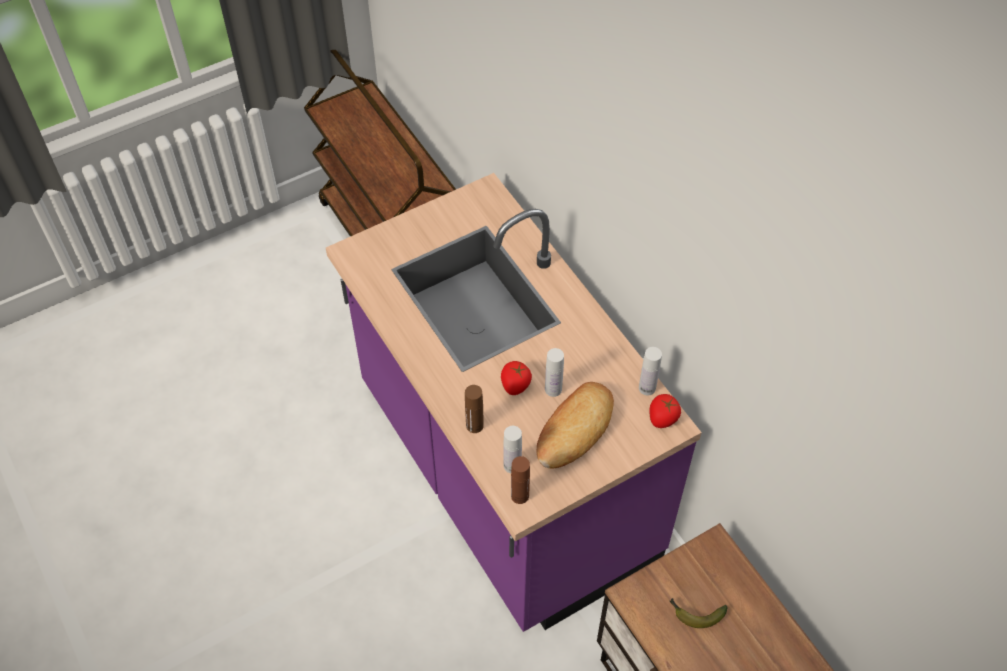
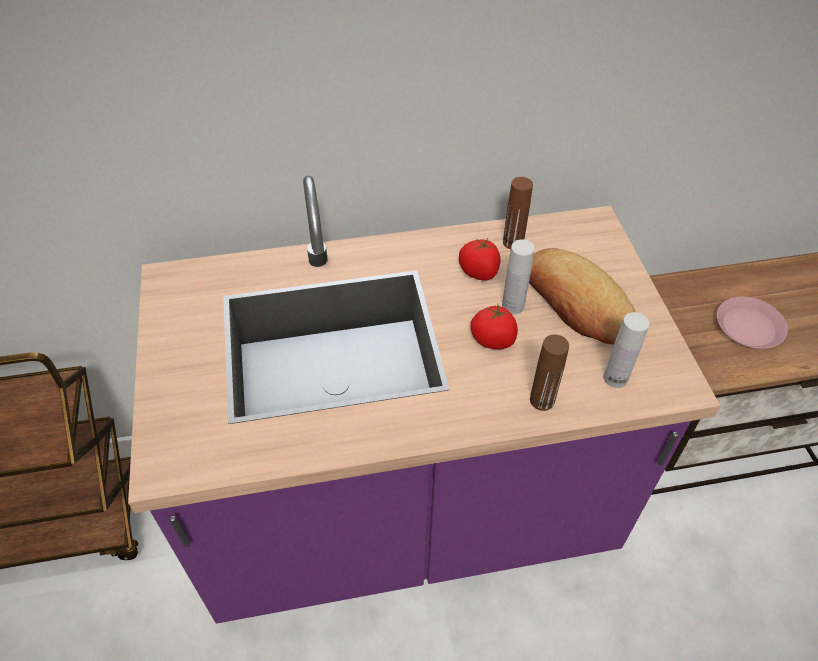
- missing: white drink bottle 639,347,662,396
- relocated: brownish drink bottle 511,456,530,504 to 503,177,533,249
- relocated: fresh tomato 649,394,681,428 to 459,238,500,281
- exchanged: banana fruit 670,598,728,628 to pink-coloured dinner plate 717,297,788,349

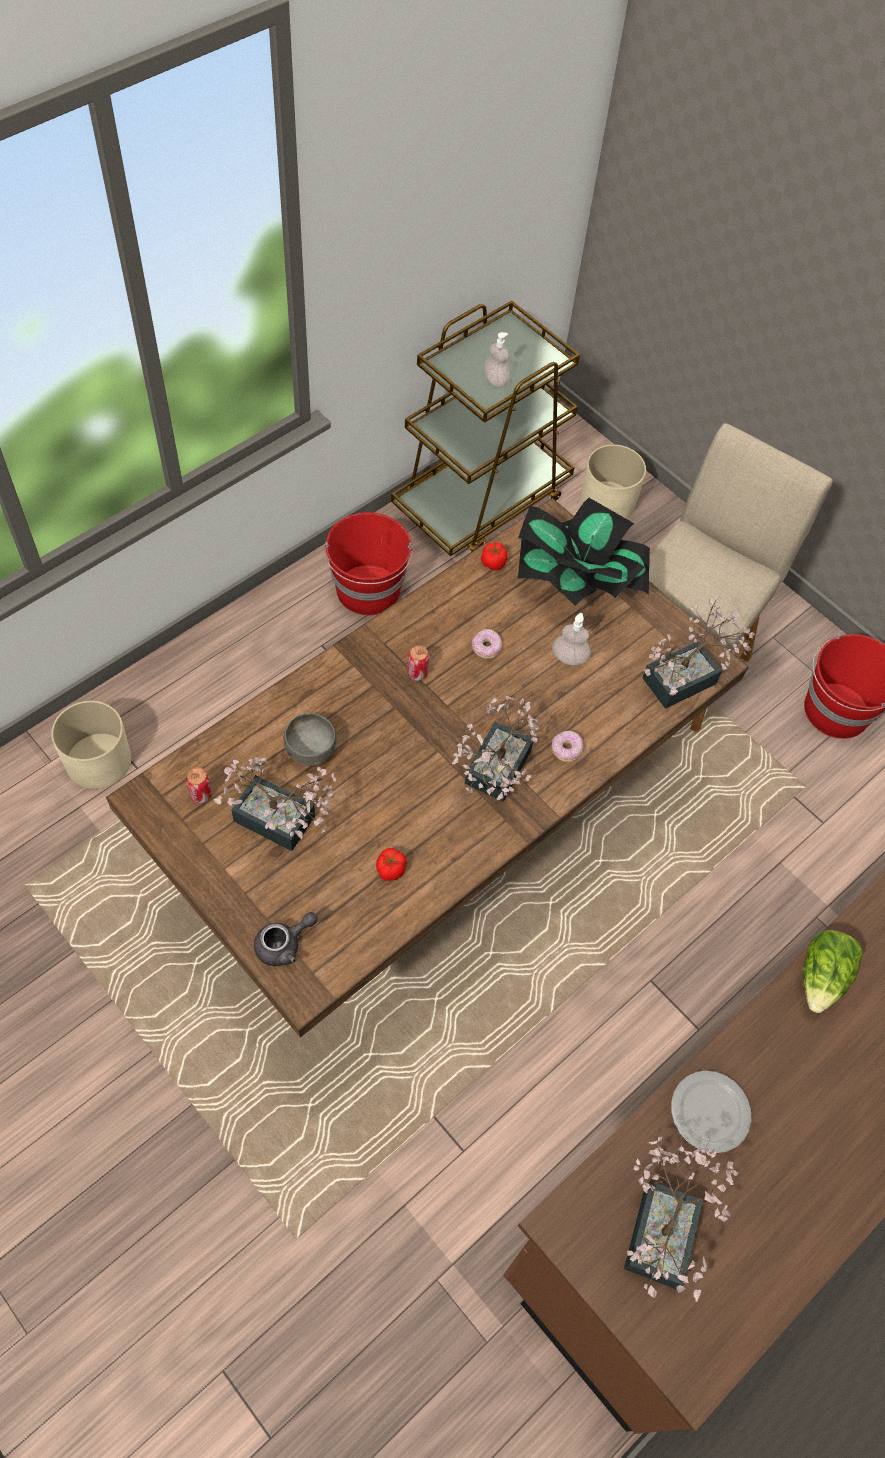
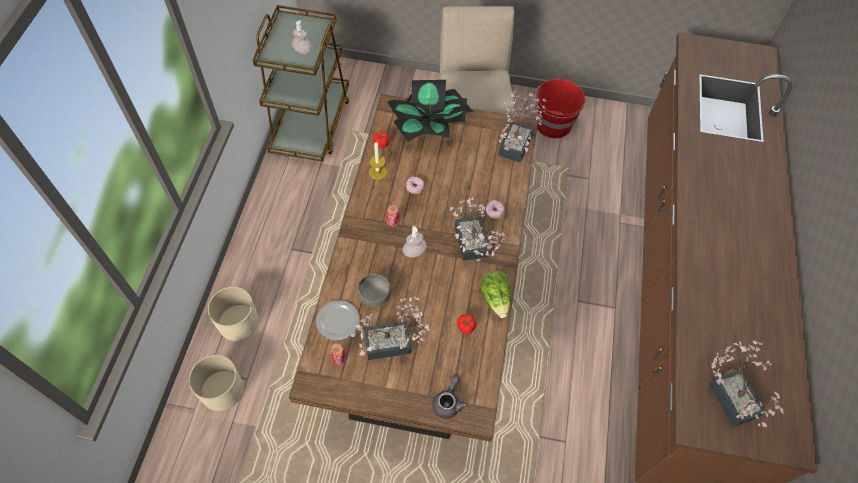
- missing: reddish water bucket 324,512,413,615
- appeared: wax candle 369,142,387,180
- relocated: liquid soap bottle 552,613,591,665 to 402,226,427,258
- relocated: beige-coloured plant pot 581,444,646,519 to 208,287,259,341
- relocated: dinner plate 671,1071,751,1153 to 316,300,360,340
- relocated: lettuce 803,930,863,1013 to 481,271,511,318

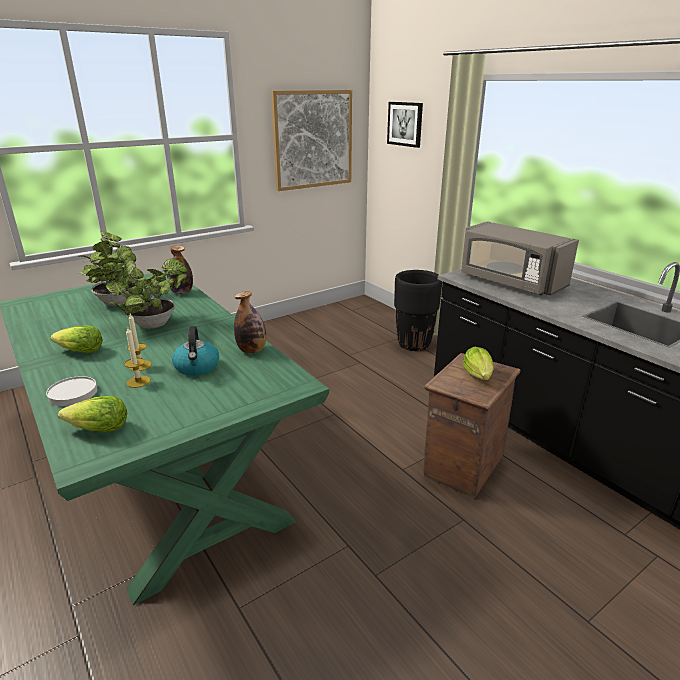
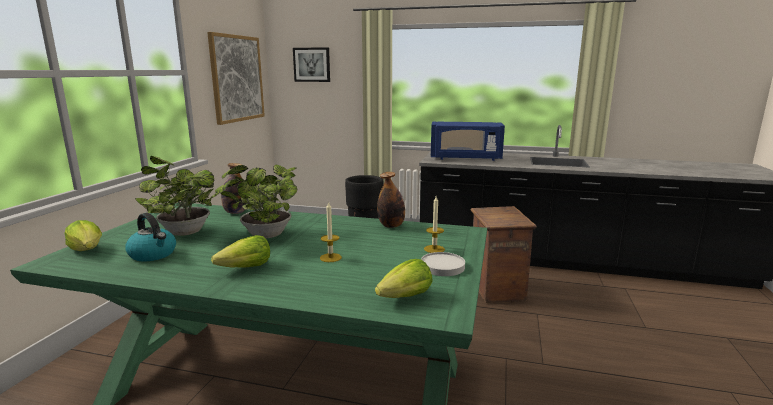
- relocated: white dinner plate 46,376,97,406 to 421,252,465,276
- relocated: wax candle 124,326,150,388 to 424,196,445,253
- relocated: water kettle 172,326,219,376 to 125,213,176,261
- relocated: lettuce 463,347,494,380 to 65,220,102,251
- colour: gray microwave 461,221,579,296 to blue-coloured microwave 431,122,505,161

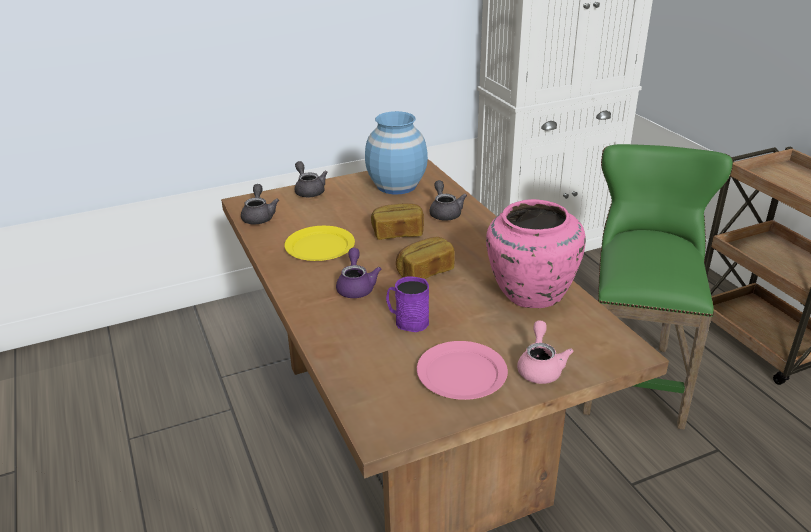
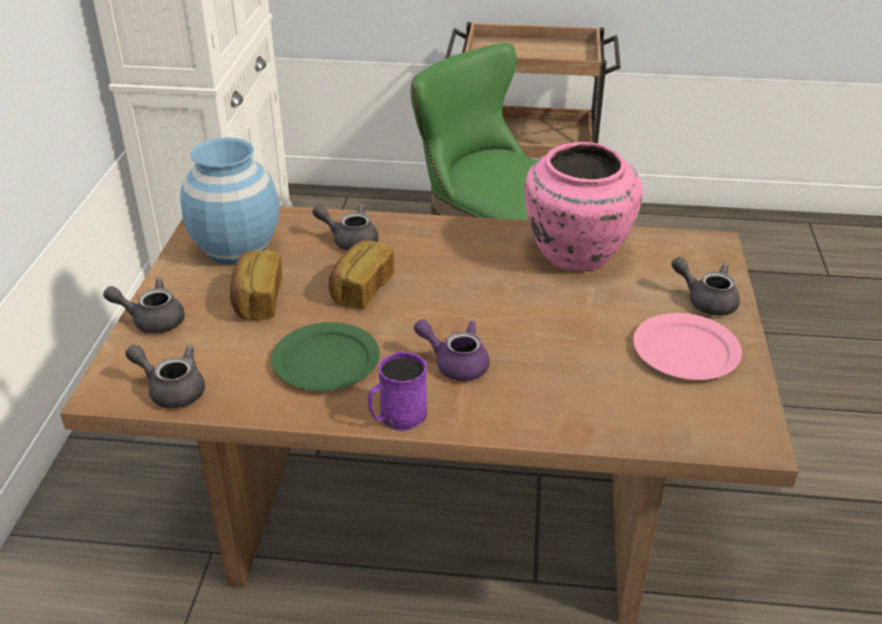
- relocated: purple-coloured coffee mug 386,276,429,332 to 368,351,427,431
- relocated: bread 396,237,455,279 to 230,250,282,320
- colour: yellow dinner plate 284,226,355,261 to greenish dinner plate 271,322,380,391
- colour: pink-coloured tea pot 517,321,574,384 to gray tea pot 671,257,740,316

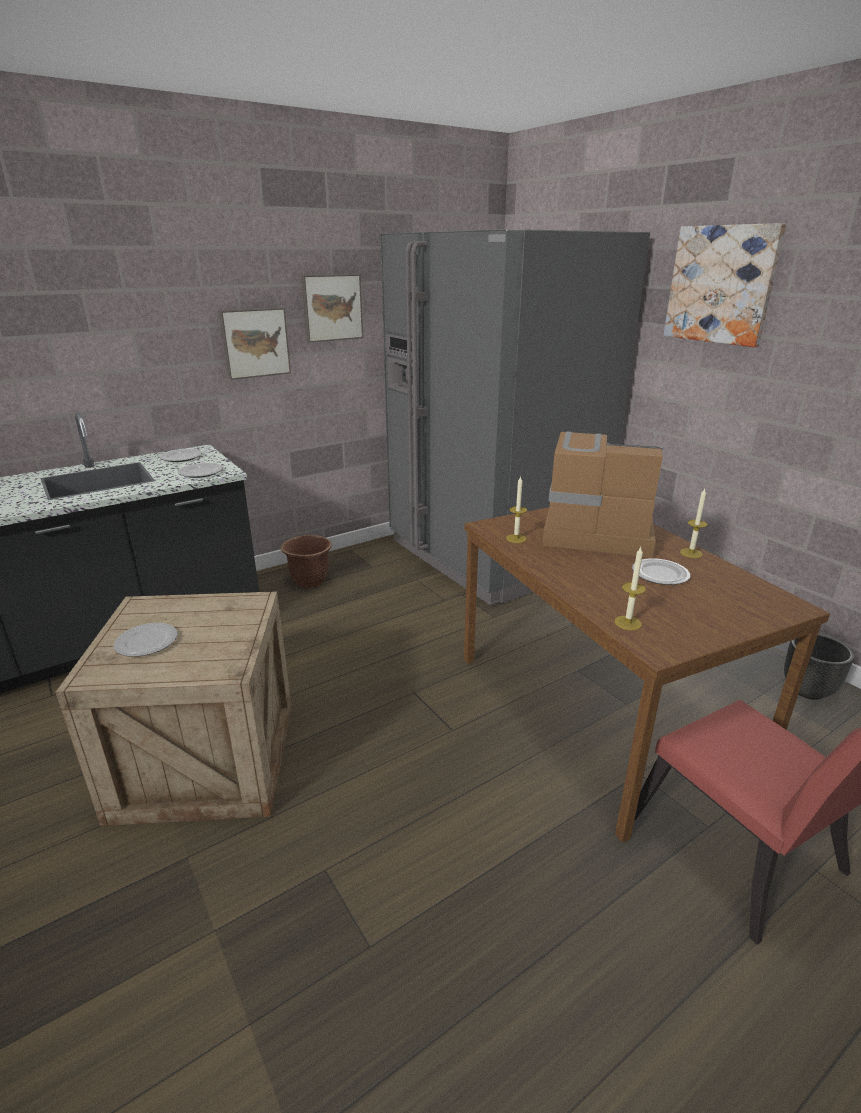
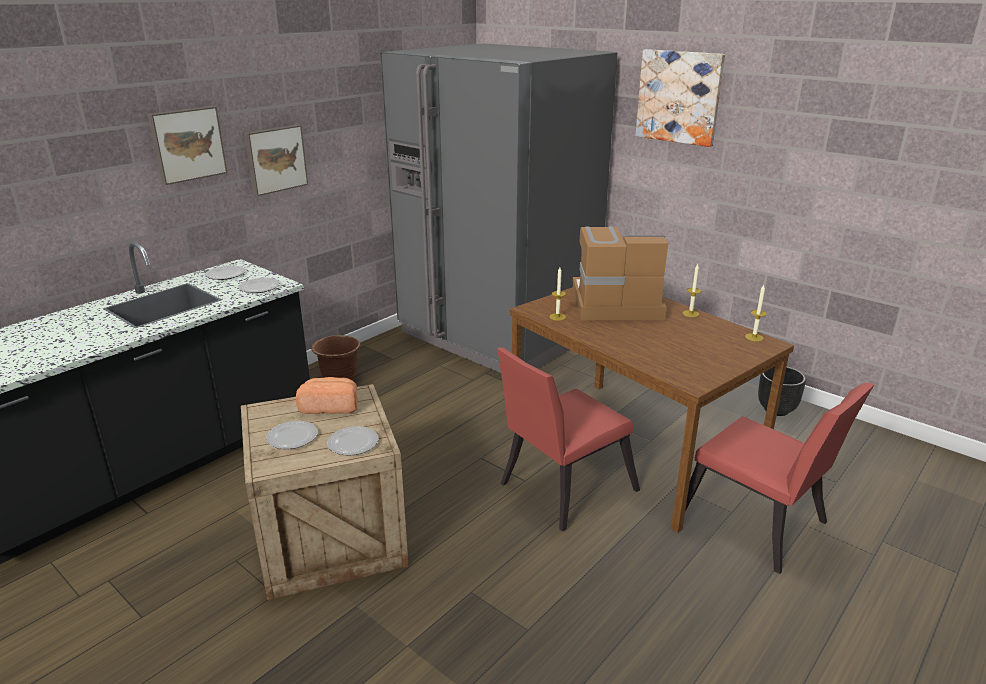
- appeared: bread 296,377,358,414
- appeared: reddish chair 497,347,640,532
- relocated: wall picture 301,274,363,342 to 148,106,227,185
- relocated: wax candle 615,547,646,630 to 745,285,767,342
- relocated: dinner plate 632,558,690,585 to 327,426,379,455

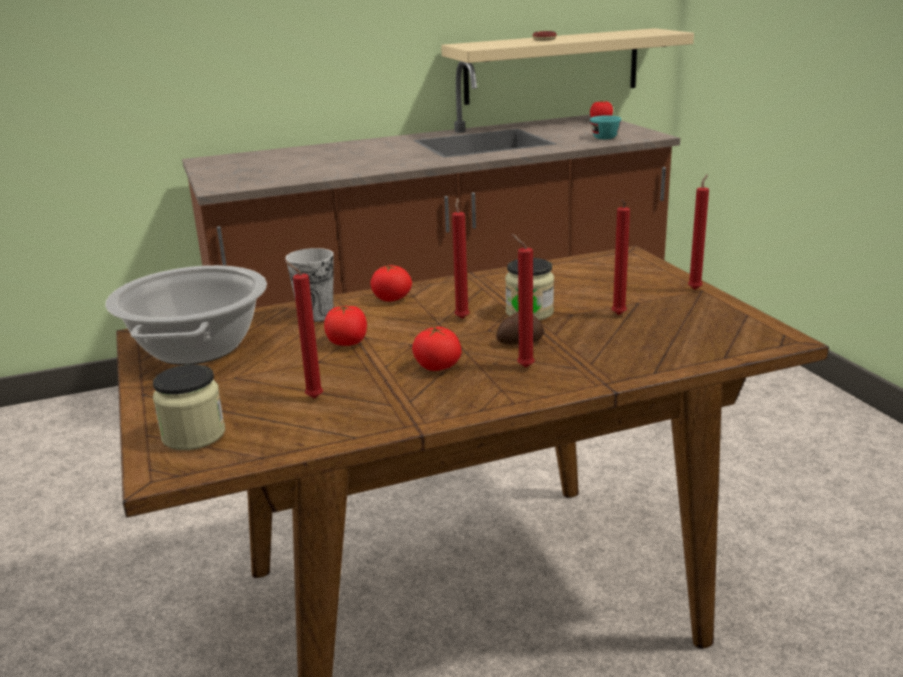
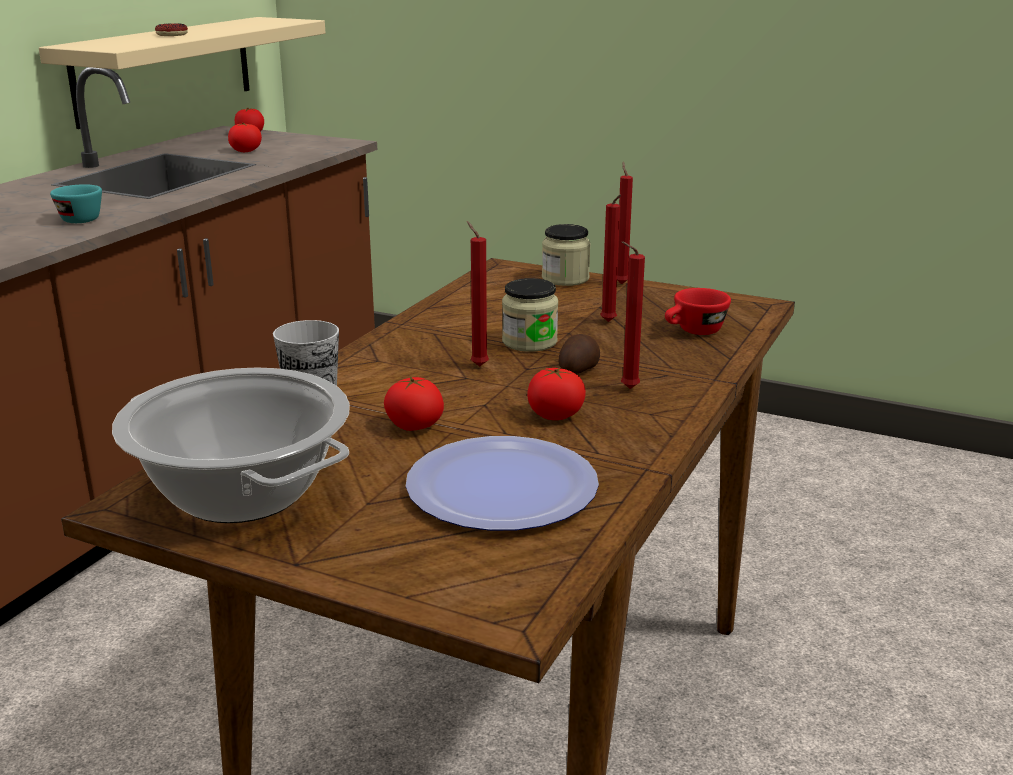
- appeared: reddish drinking cup 665,288,731,335
- relocated: storage jar 153,364,225,450 to 542,224,591,286
- relocated: fresh tomato 370,265,412,302 to 228,123,262,152
- relocated: turquoise drinking cup 590,116,621,139 to 50,184,102,223
- exchanged: reddish wax candle 284,260,323,398 to dinner plate 406,436,599,531

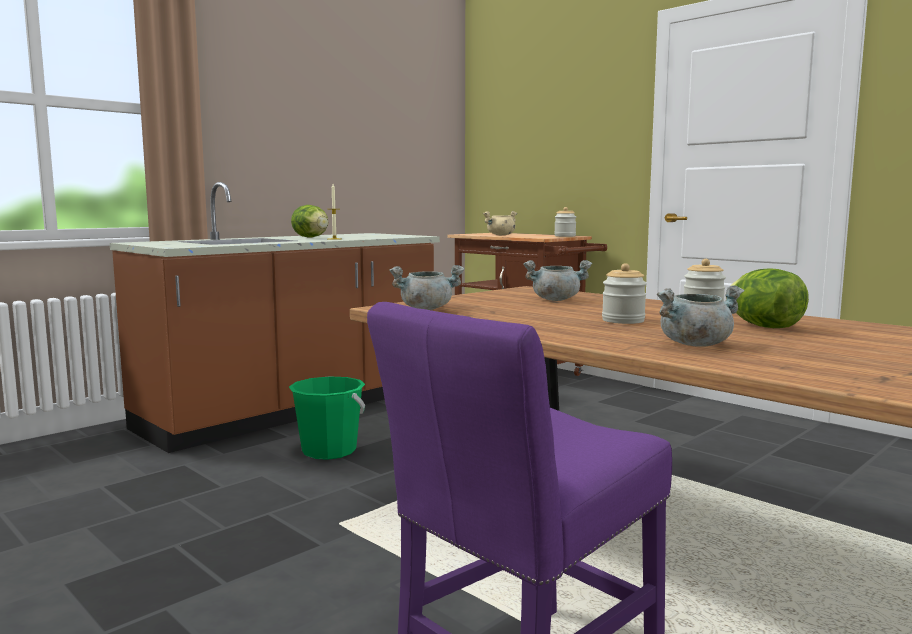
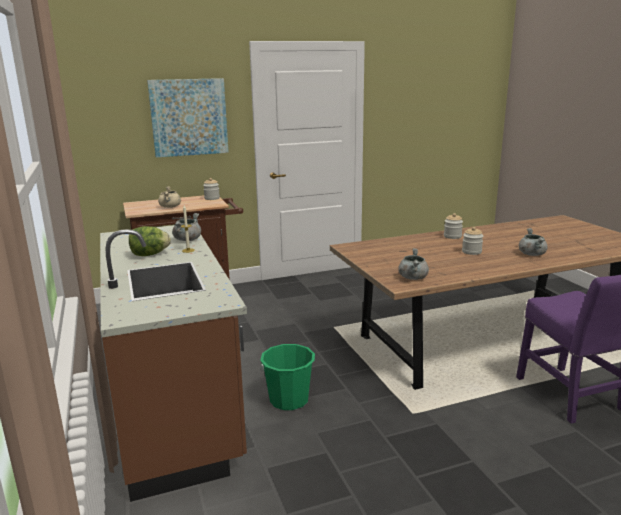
- missing: lettuce 726,268,809,328
- appeared: wall picture 147,78,229,158
- relocated: gray cooking pot 523,260,592,301 to 172,213,201,241

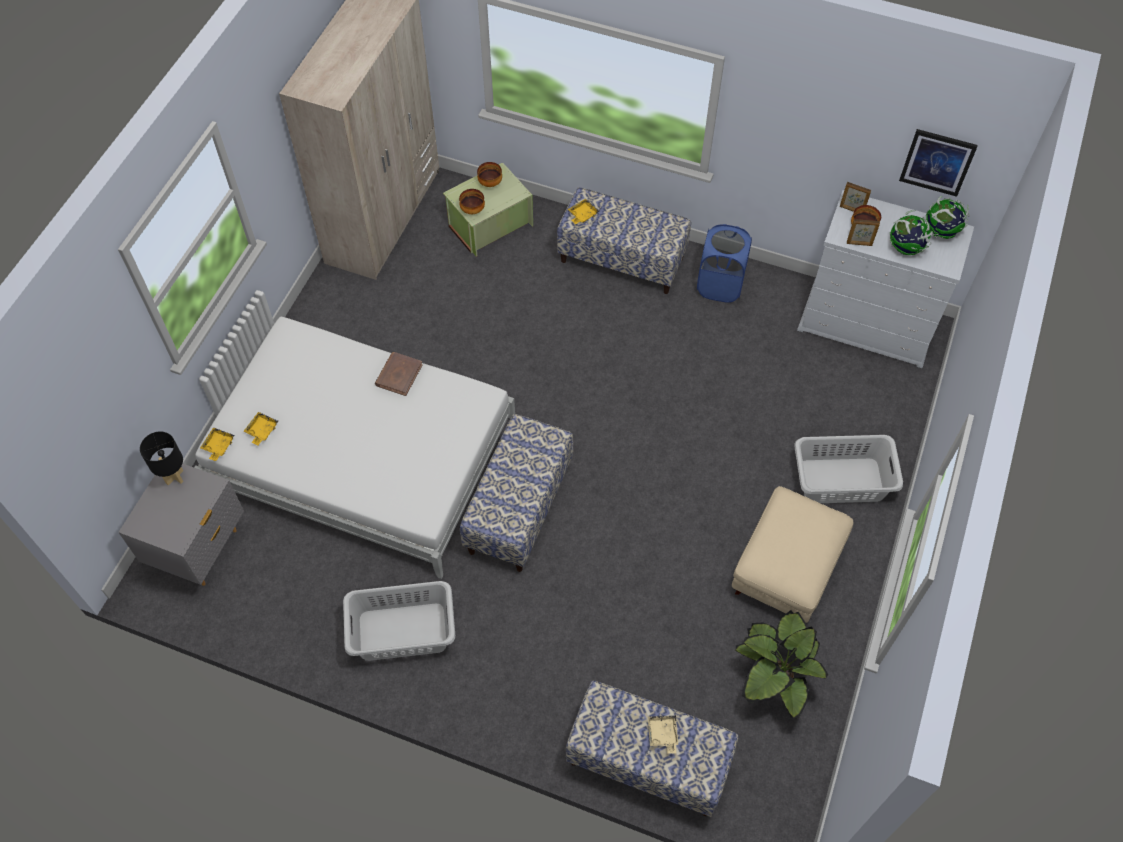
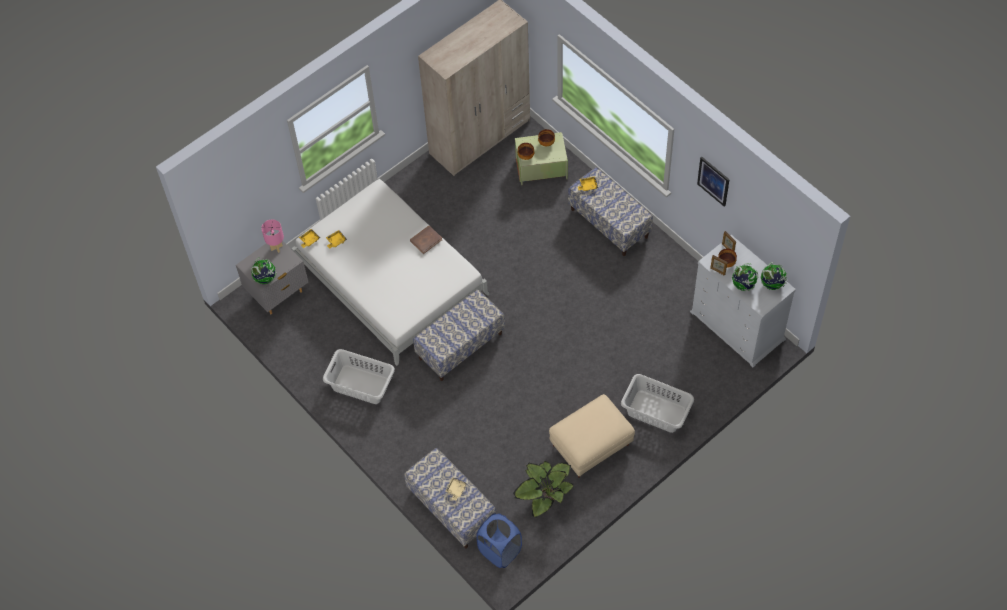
- appeared: world globe 250,258,277,284
- relocated: blue-coloured laundry basket 697,224,752,303 to 476,513,522,568
- relocated: wall picture 899,129,978,197 to 697,157,730,206
- colour: black-coloured lamp for a table 140,431,183,486 to pink-coloured lamp for a table 261,219,284,253

